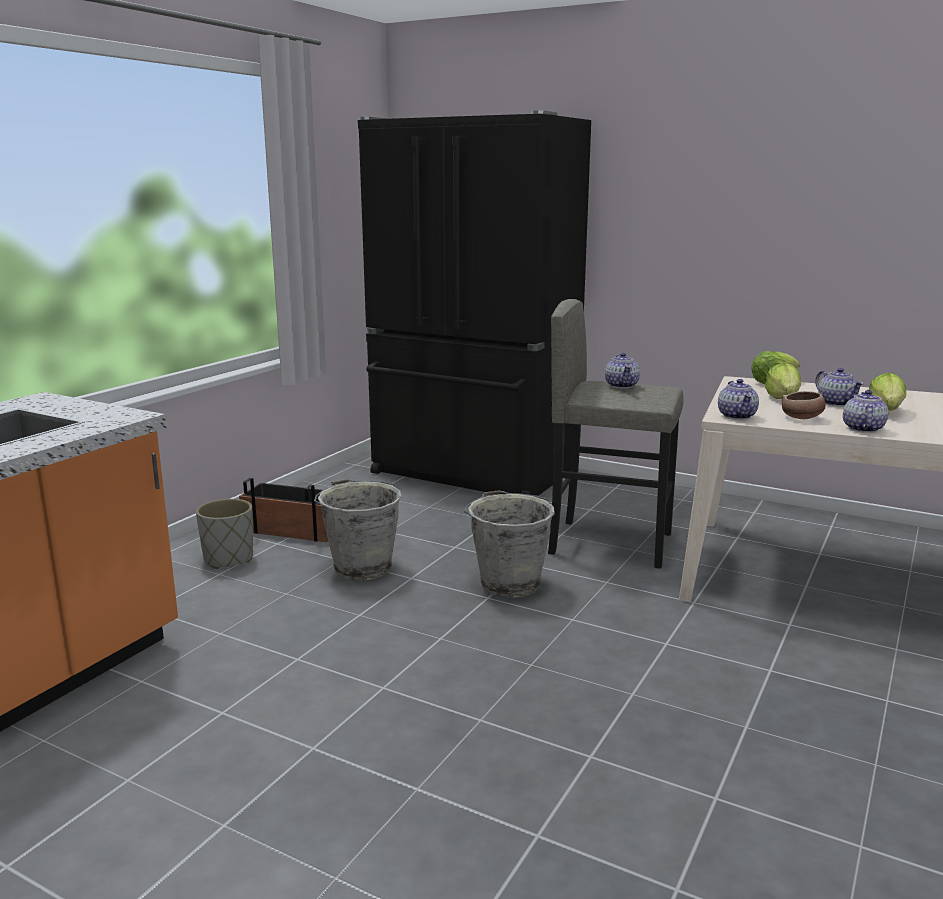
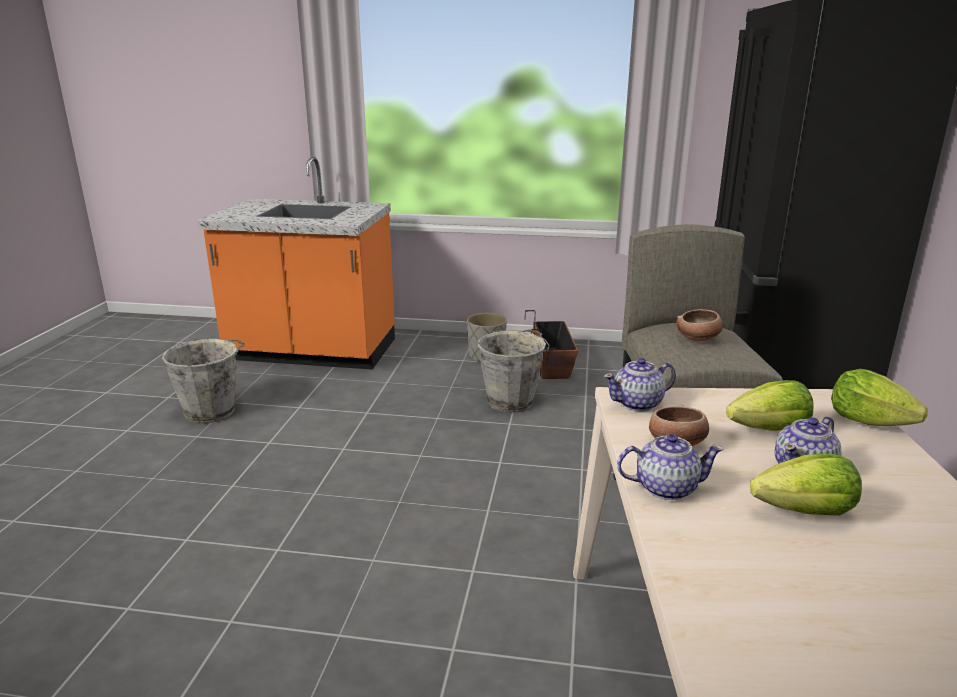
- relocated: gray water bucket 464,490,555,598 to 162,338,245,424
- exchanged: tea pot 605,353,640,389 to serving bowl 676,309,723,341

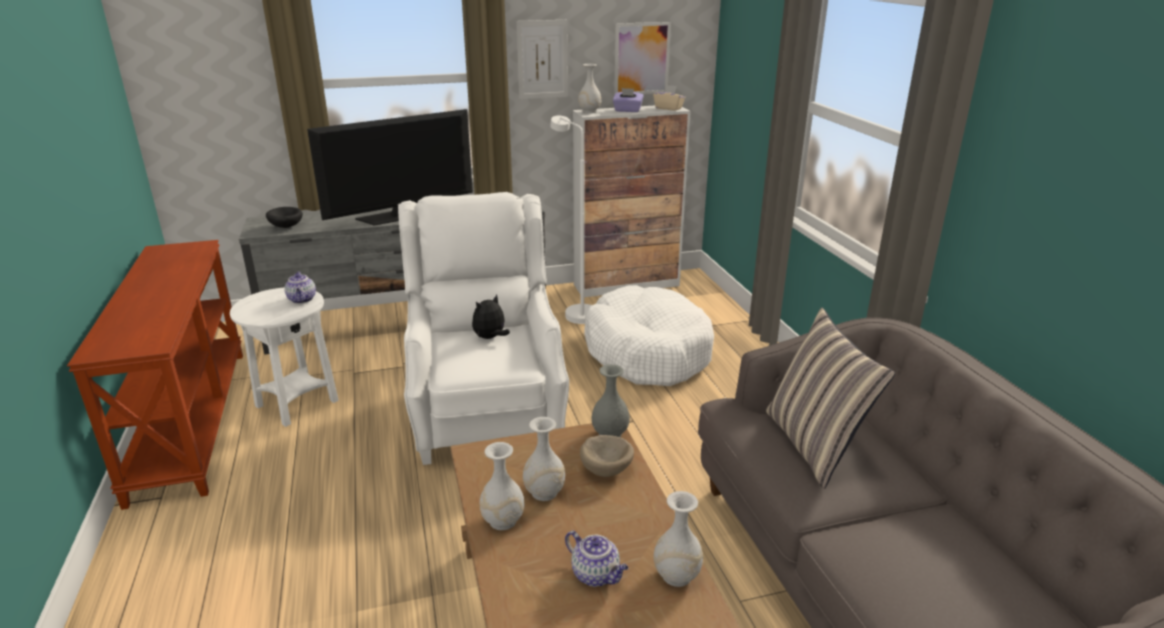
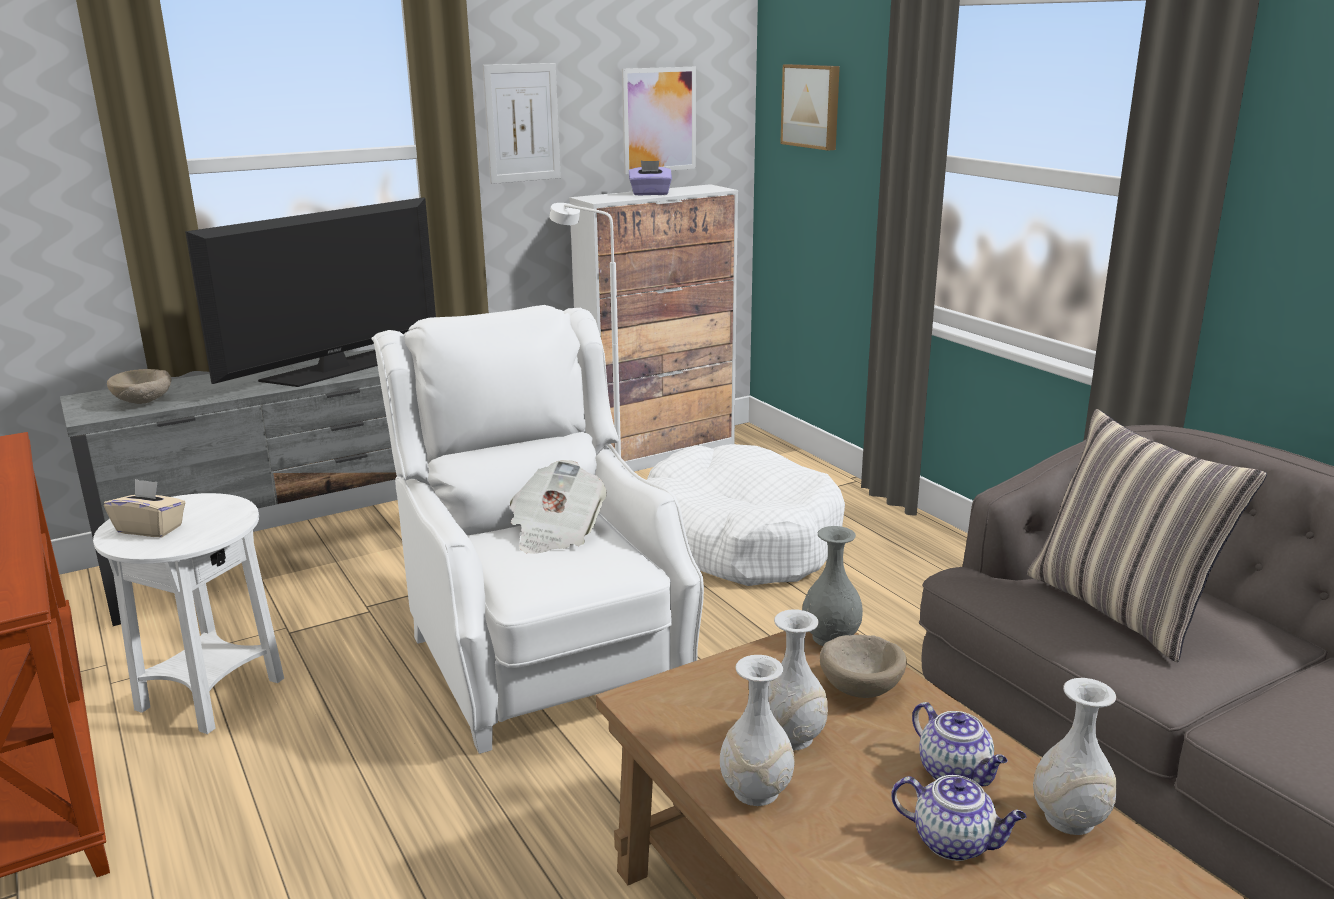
- missing: white vase 578,64,601,113
- appeared: wall picture 780,64,840,151
- relocated: tea pot 284,271,316,304 to 912,702,1007,786
- relocated: beige-coloured box of tissues 653,85,685,111 to 104,479,186,537
- exchanged: plush toy 472,295,510,339 to newspaper 509,460,607,554
- colour: black-coloured serving bowl 266,207,303,228 to beige-coloured serving bowl 107,369,171,404

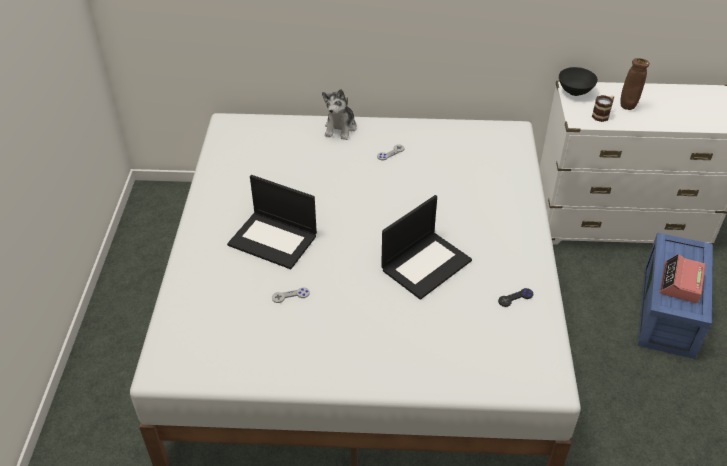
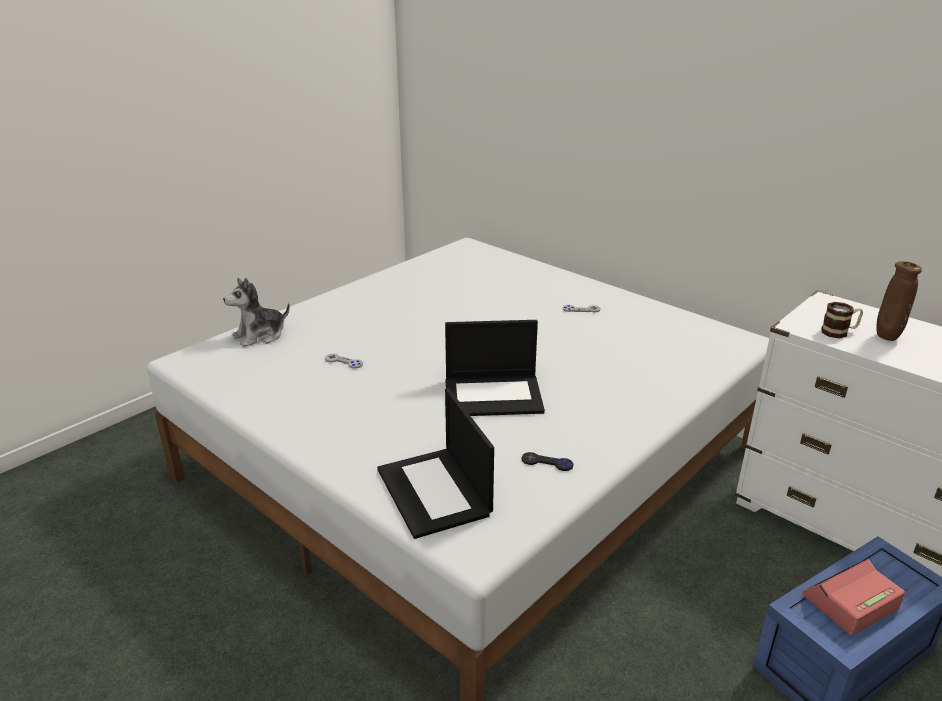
- missing: black-coloured serving bowl 559,67,598,96
- relocated: laptop 227,175,317,269 to 377,388,494,539
- relocated: plush toy 322,89,357,140 to 223,278,290,347

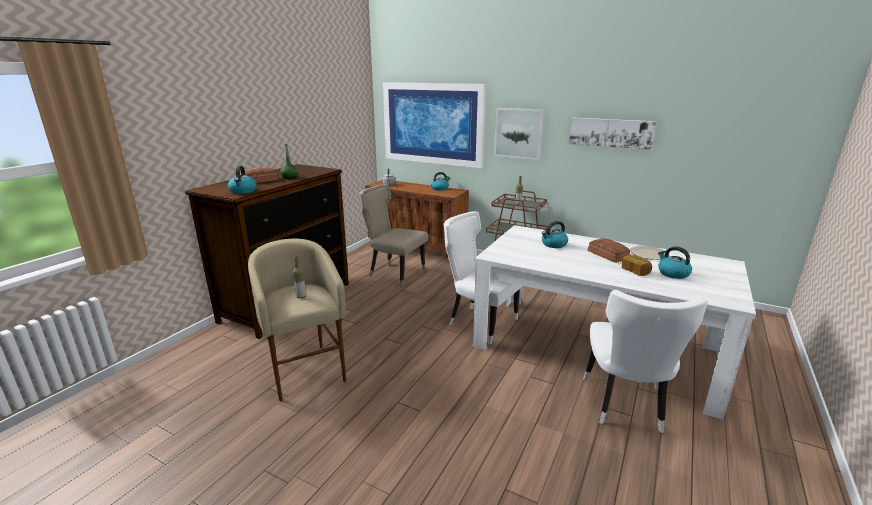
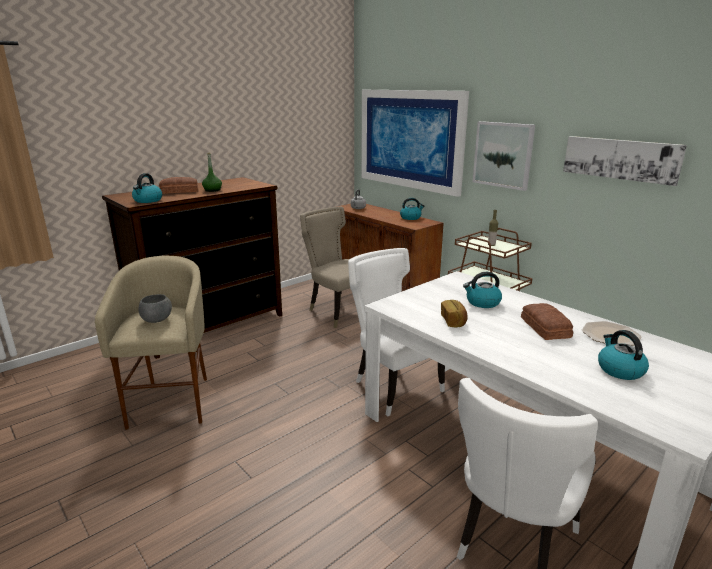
- relocated: bread 622,255,652,276 to 441,300,467,327
- exchanged: drink bottle 293,256,306,298 to gray serving bowl 139,294,172,323

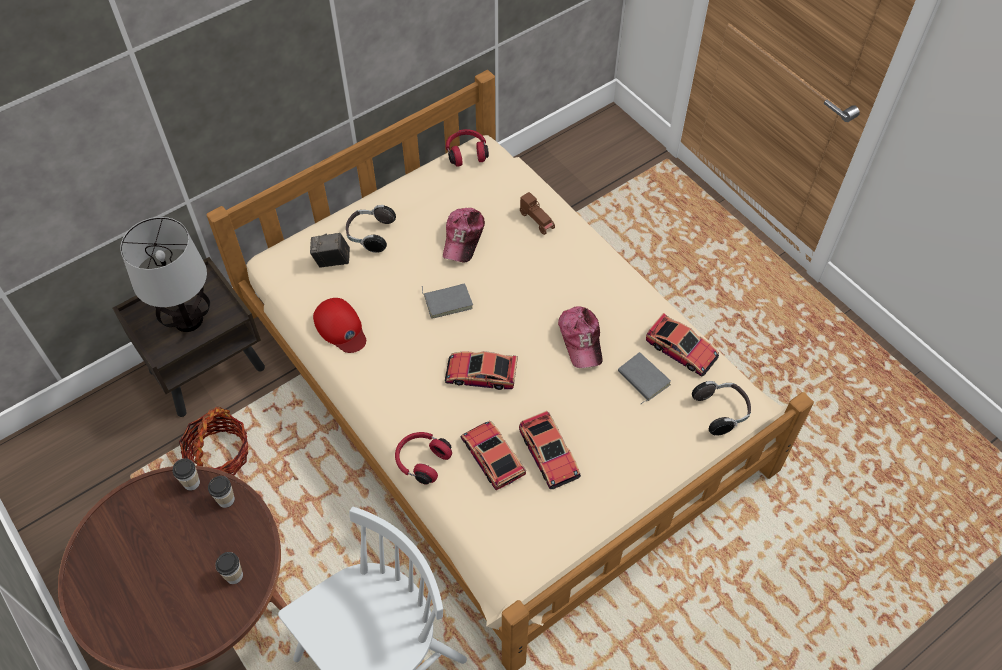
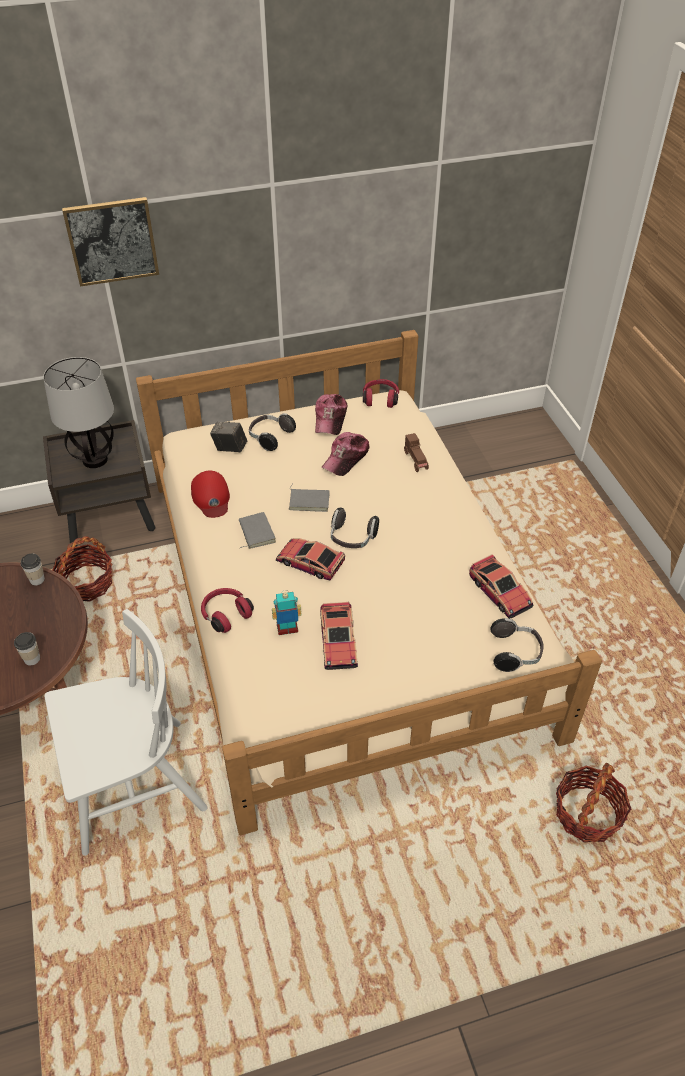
- missing: drinking cup 208,476,235,508
- appeared: wall picture 62,197,159,287
- appeared: headphones 331,507,379,548
- appeared: storage basket 556,763,631,843
- relocated: baseball cap 558,307,603,368 to 315,394,347,435
- relocated: gray bound book 618,352,671,404 to 239,512,276,549
- exchanged: model car 461,421,526,490 to toy robot 272,590,302,635

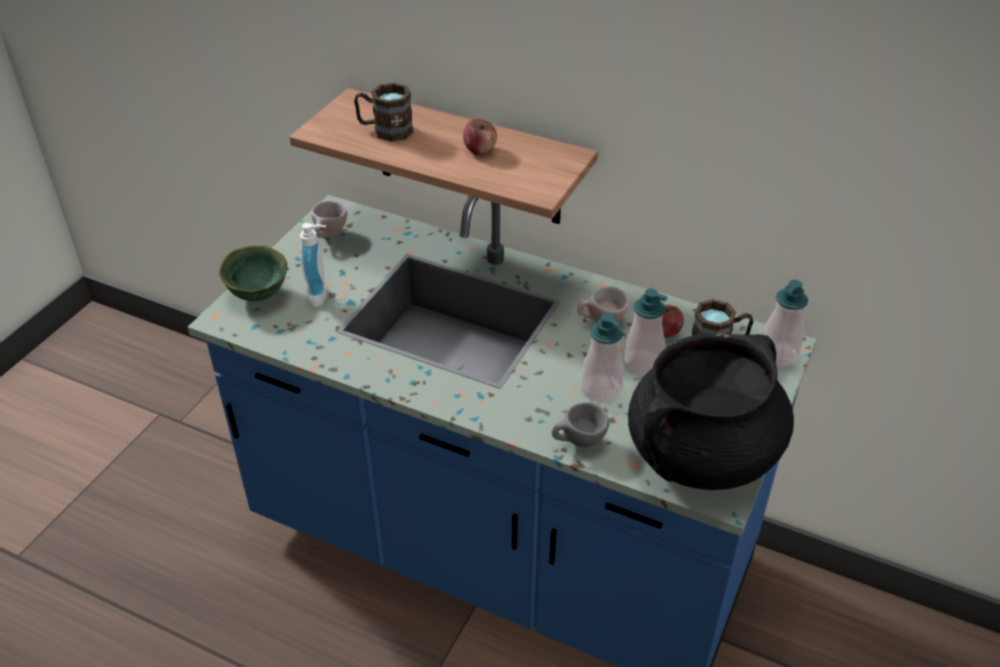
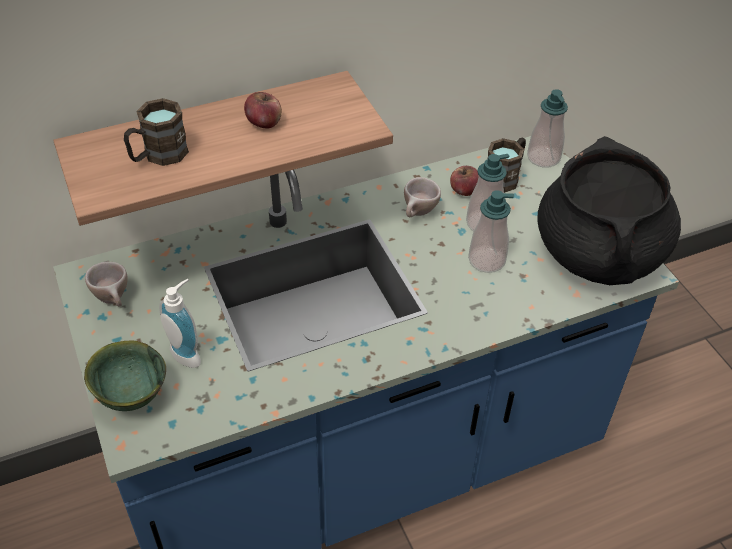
- missing: gray drinking cup 552,402,609,448

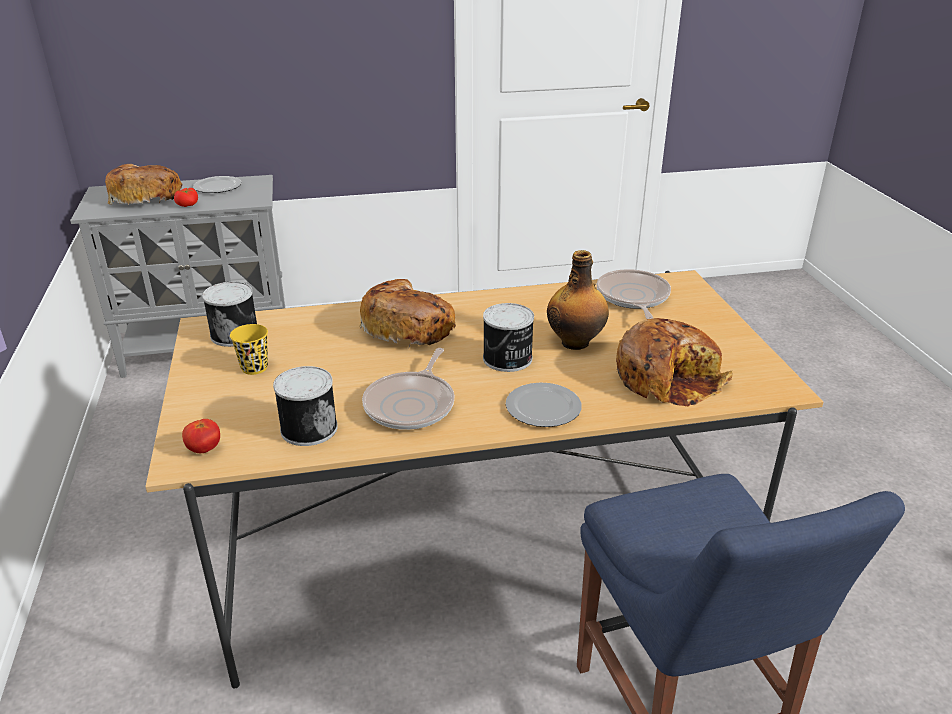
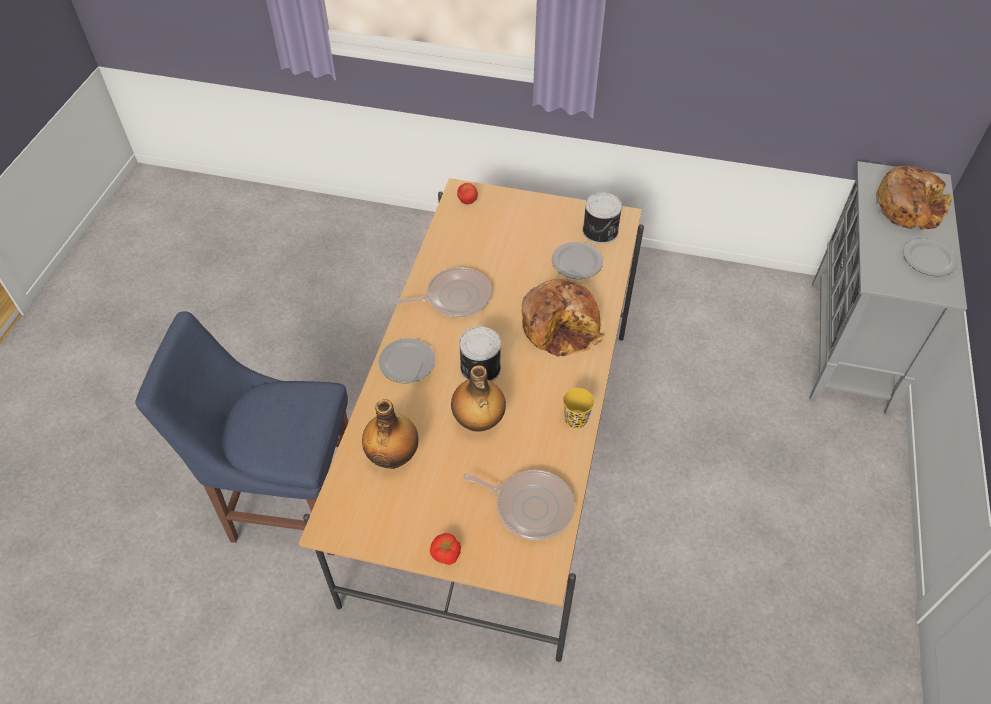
- missing: can 273,366,338,446
- appeared: dinner plate 552,242,603,279
- relocated: fresh tomato 174,188,198,207 to 430,533,461,565
- relocated: yellow drinking cup 230,324,268,375 to 563,388,594,429
- exchanged: bread 616,318,733,407 to drink bottle 362,399,418,469
- spun: skillet 362,348,455,430 = 395,267,491,317 120 degrees clockwise

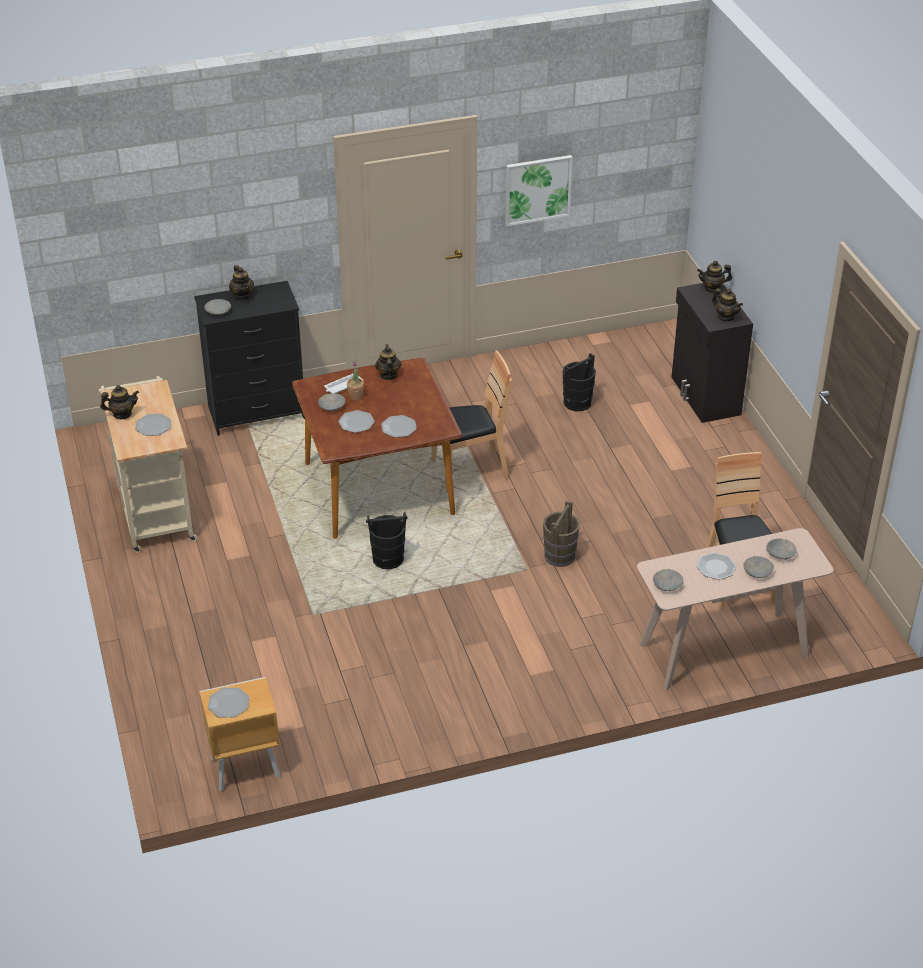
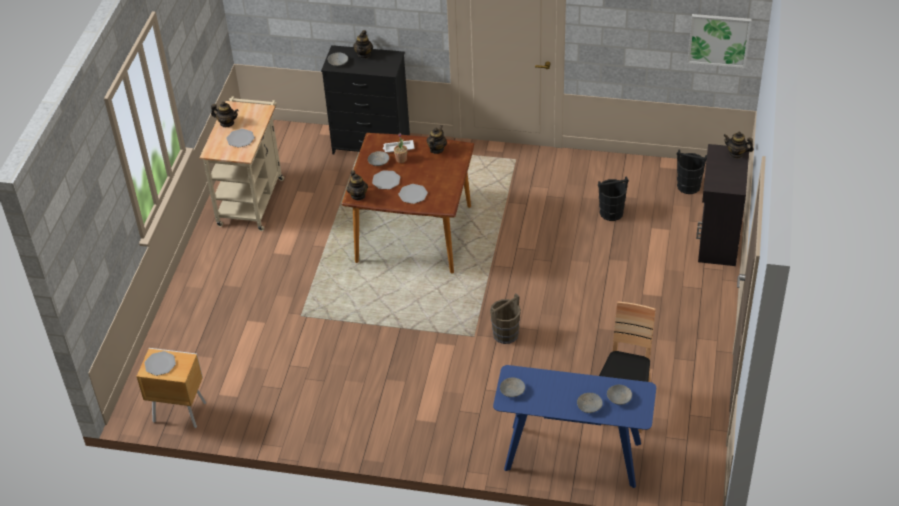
- missing: brownish chair 431,351,512,492
- missing: dinner plate 696,552,736,580
- relocated: black-coloured water bucket 366,512,408,569 to 677,150,707,194
- relocated: wall picture 505,155,573,226 to 687,14,752,68
- relocated: tea pot 712,289,743,321 to 347,170,368,200
- colour: beige-coloured console table 637,528,834,691 to blue-coloured console table 493,365,656,488

